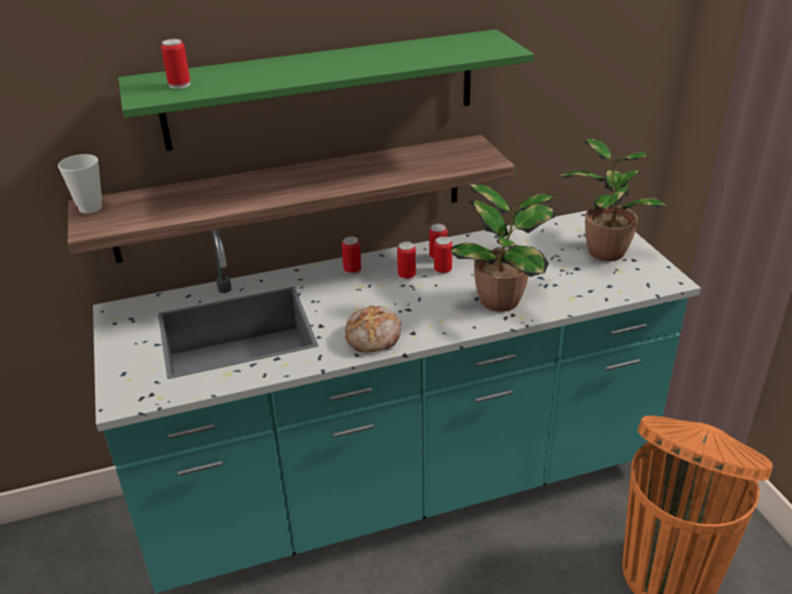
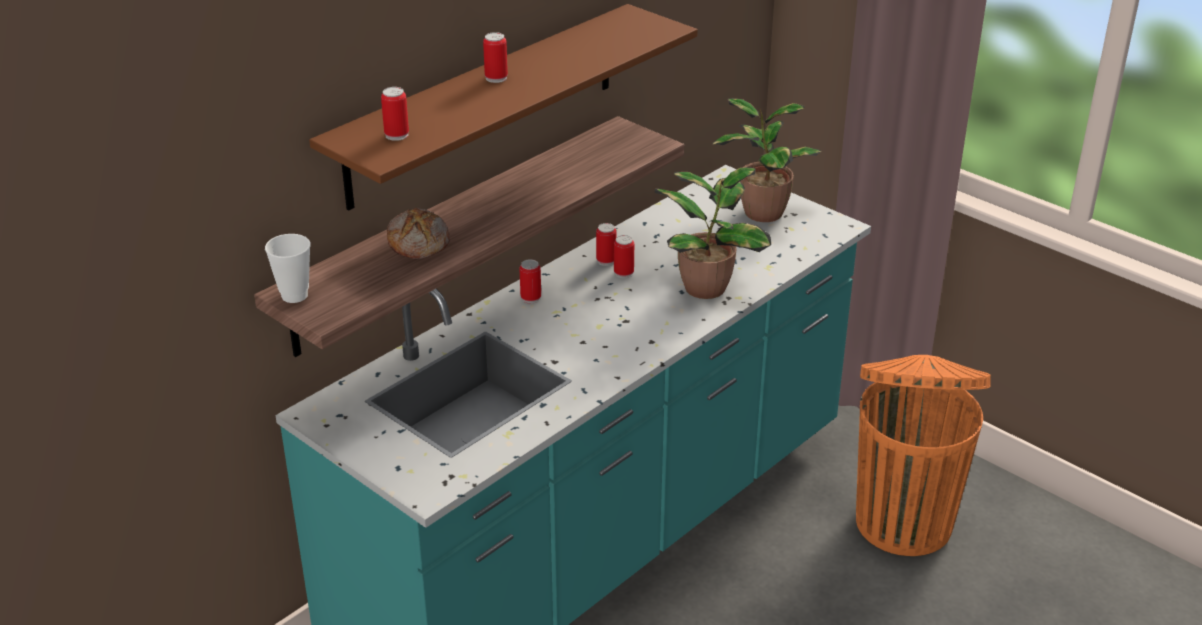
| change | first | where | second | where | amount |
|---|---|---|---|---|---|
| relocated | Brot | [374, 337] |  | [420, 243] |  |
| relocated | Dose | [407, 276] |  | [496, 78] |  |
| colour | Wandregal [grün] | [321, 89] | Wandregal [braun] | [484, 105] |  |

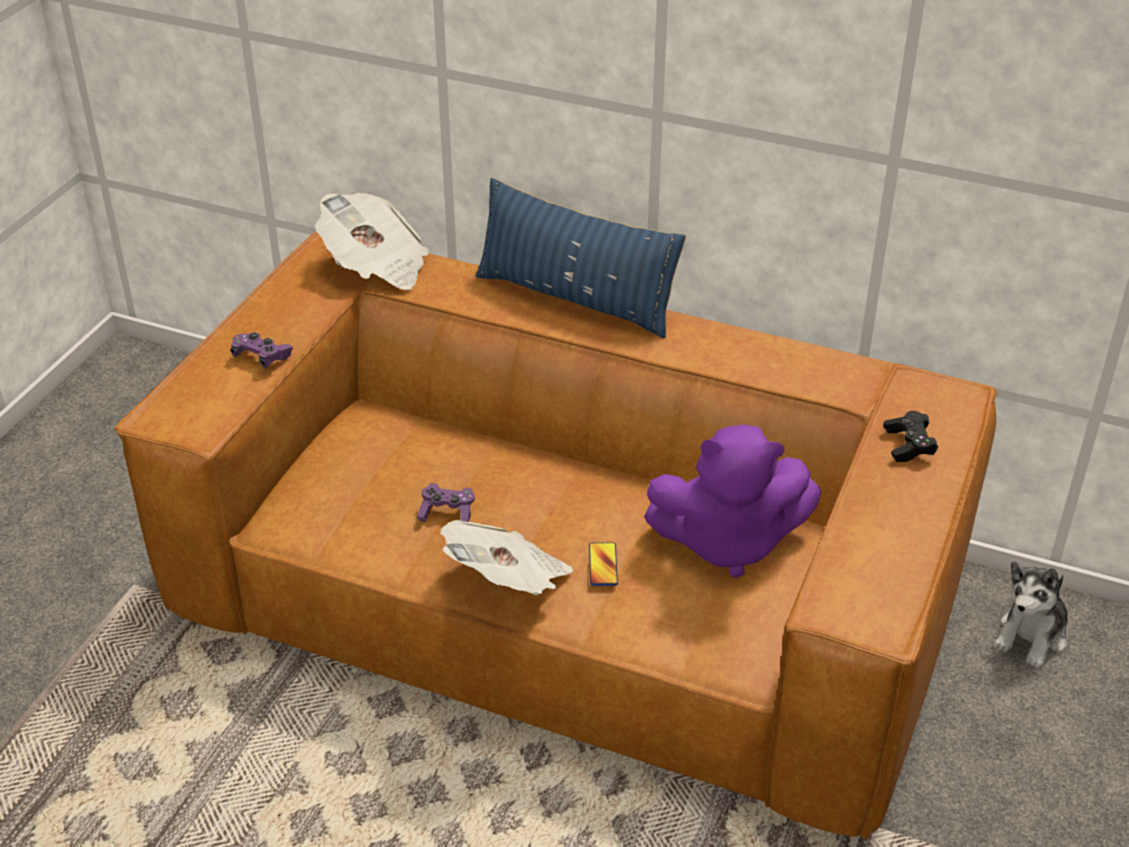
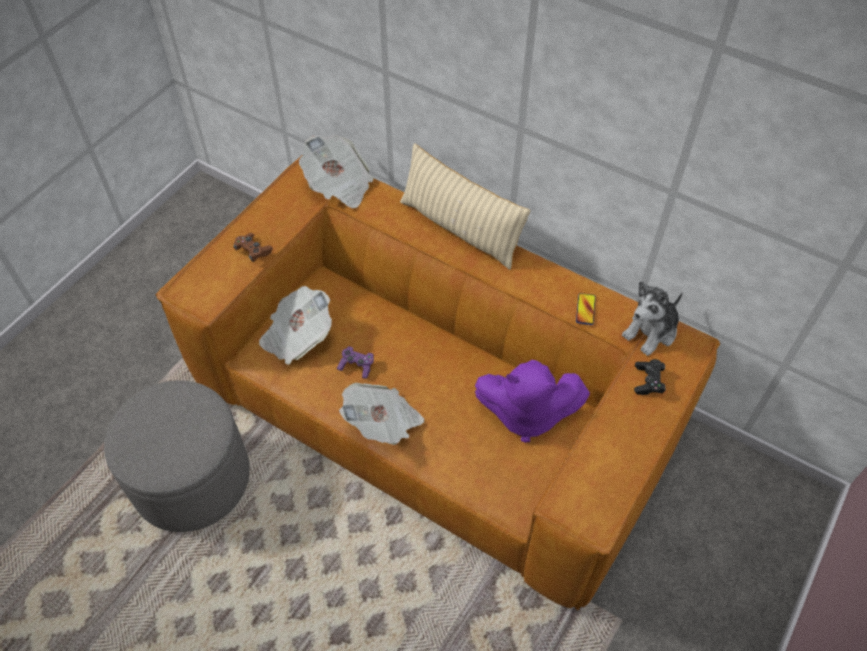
| change | first | where | second | where | amount |
|---|---|---|---|---|---|
| appeared |  |  | Polsterhocker [grau] | [191, 478] |  |
| appeared |  |  | Zeitung | [297, 336] |  |
| relocated | Handy | [603, 565] |  | [585, 309] |  |
| relocated | Plüschtier | [1032, 636] |  | [651, 331] |  |
| colour | Gamepad [lila] | [261, 357] | Gamepad [braun] | [253, 251] |  |
| colour | Kissen [blau] | [575, 298] | Kissen [beige] | [460, 228] |  |

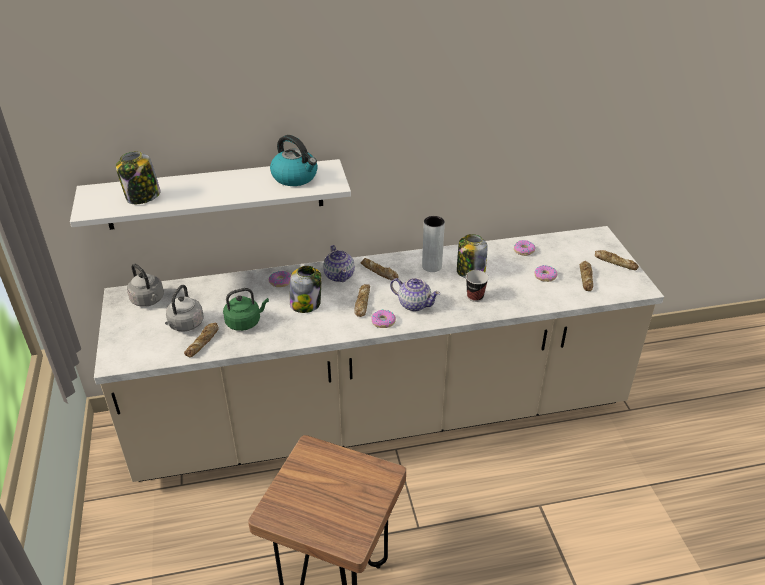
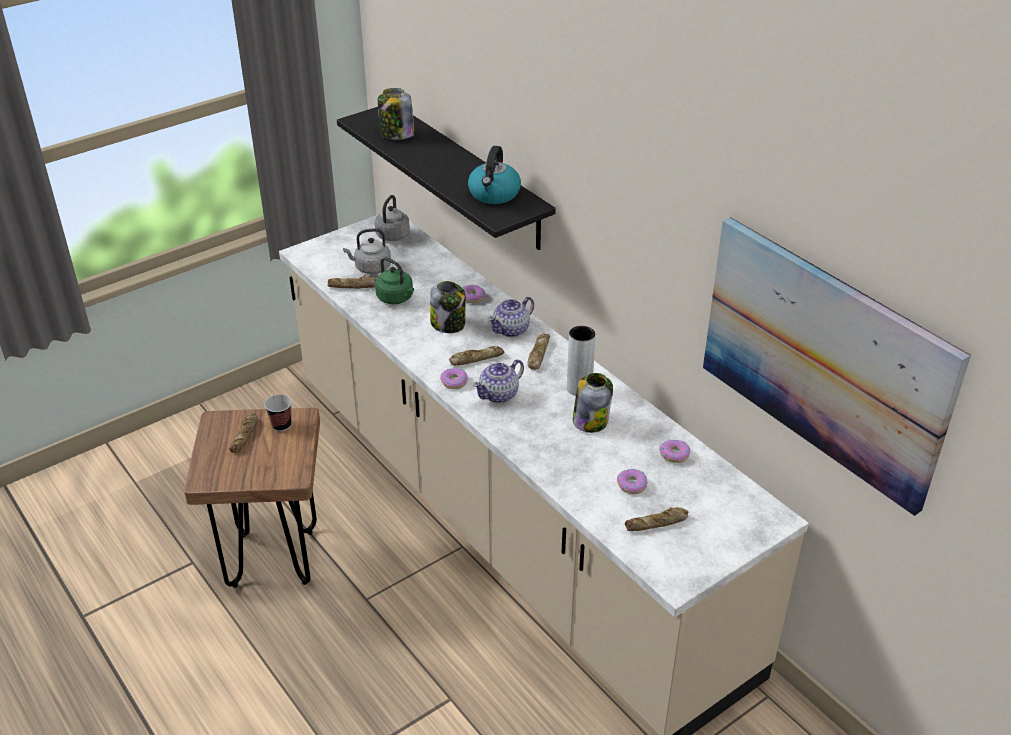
| change | first | where | second | where | amount |
|---|---|---|---|---|---|
| appeared |  |  | Bild | [823, 360] |  |
| relocated | Tasse | [475, 296] |  | [281, 425] |  |
| relocated | Brot | [615, 262] |  | [245, 436] |  |
| colour | Wandregal [weiß] | [215, 194] | Wandregal [schwarz] | [468, 175] |  |
| spun | Teekanne | [414, 304] |  | [499, 394] | 45 degrees clockwise |

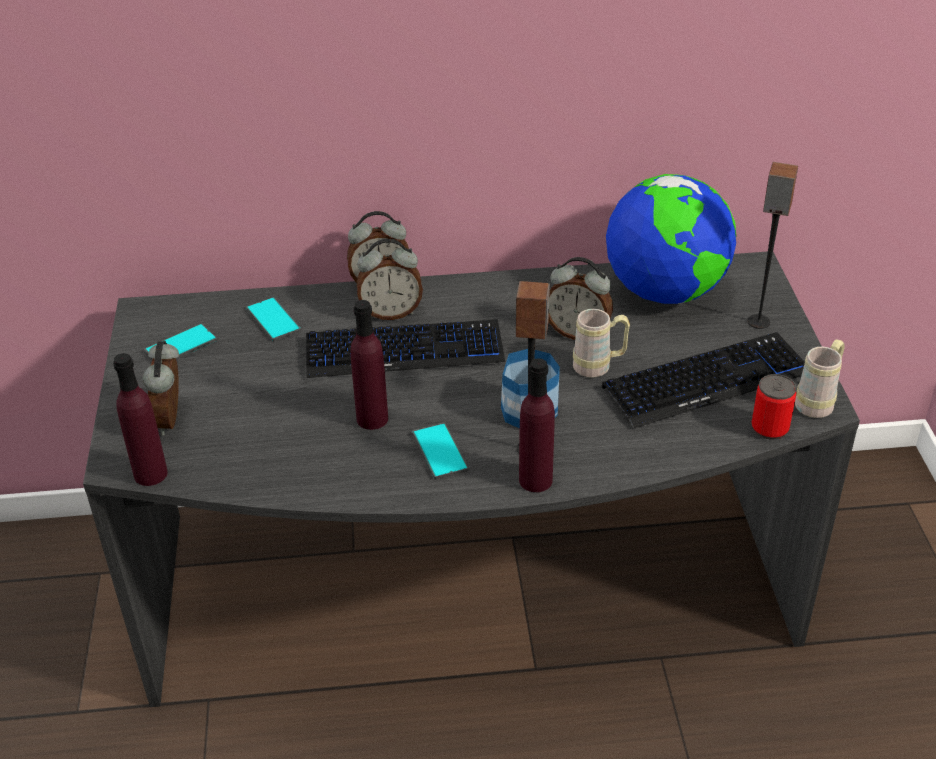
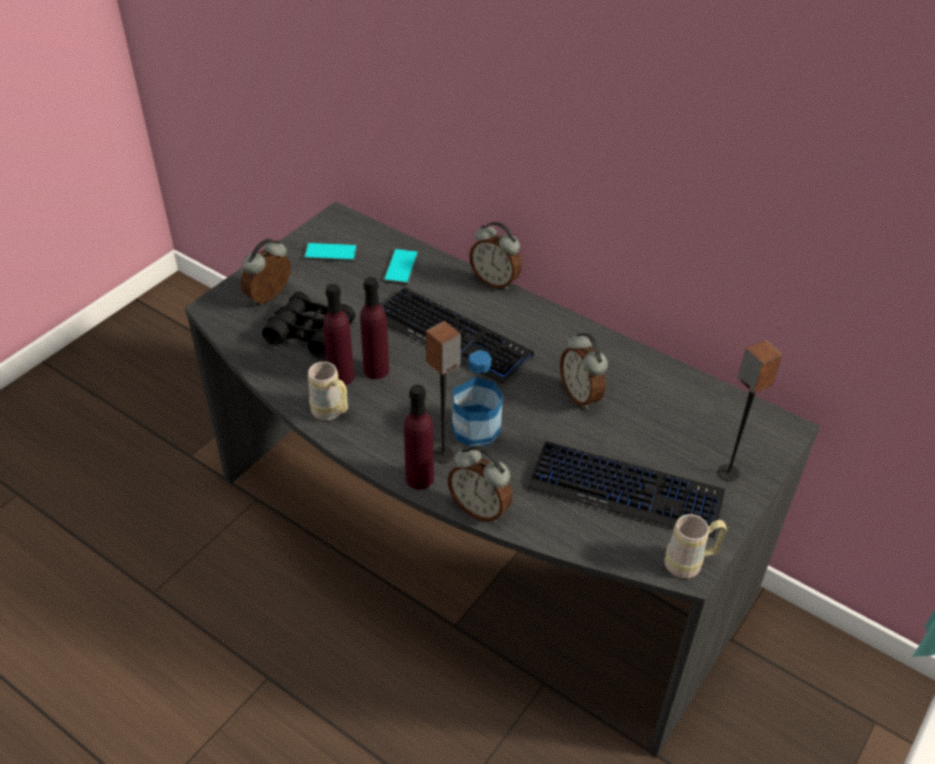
| change | first | where | second | where | amount |
|---|---|---|---|---|---|
| missing | Handy | [439, 451] |  |  |  |
| missing | Globus | [665, 292] |  |  |  |
| missing | Dose | [769, 428] |  |  |  |
| appeared |  |  | Fernglas [schwarz] | [310, 333] |  |
| relocated | Flasche [lila] | [150, 474] |  | [341, 377] |  |
| relocated | Wecker | [391, 313] |  | [480, 508] |  |
| relocated | Henkelbecher [beige] | [599, 367] |  | [331, 413] |  |

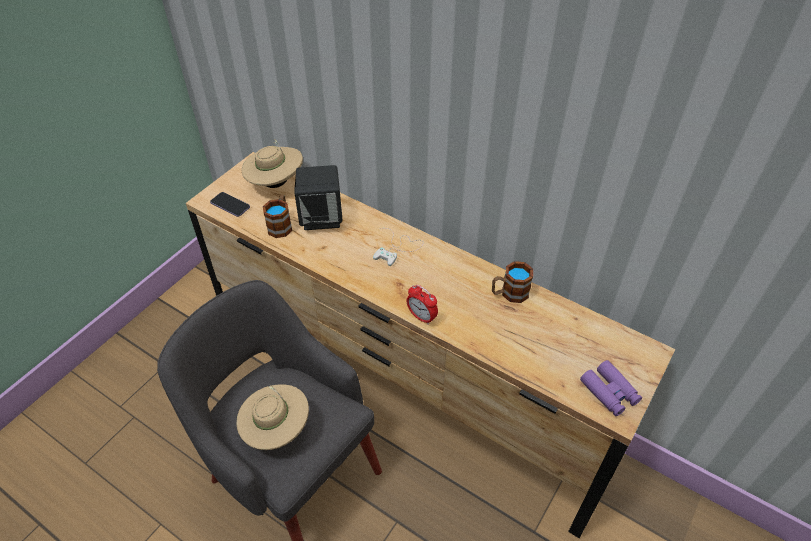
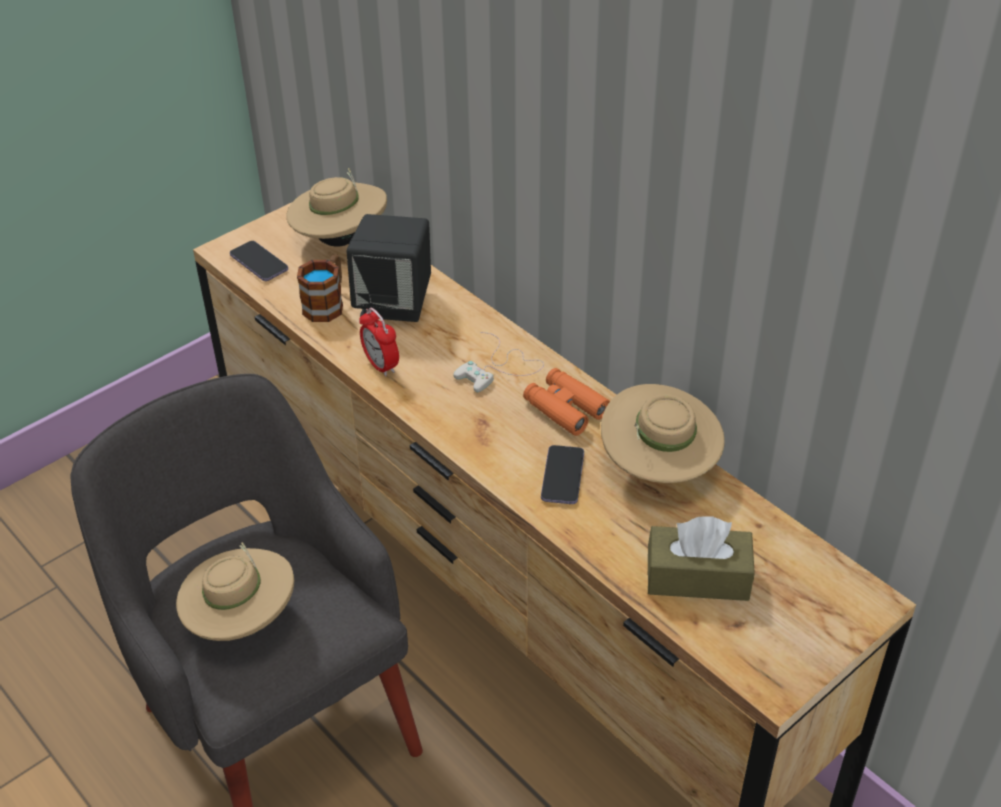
| change | first | where | second | where | amount |
|---|---|---|---|---|---|
| missing | Fernglas [lila] | [609, 392] |  |  |  |
| appeared |  |  | Fernglas [orange] | [565, 408] |  |
| appeared |  |  | Handy | [562, 476] |  |
| appeared |  |  | Taschentuchbox [braun] | [698, 577] |  |
| relocated | Wecker | [421, 317] |  | [381, 365] |  |
| exchanged | Henkelbecher | [509, 293] | Hut [beige] | [659, 467] |  |

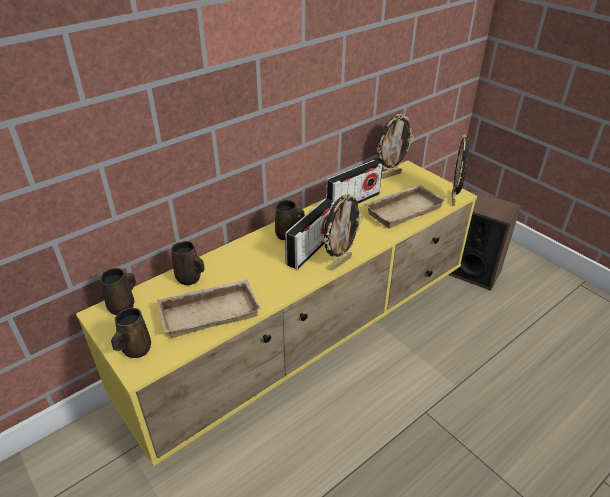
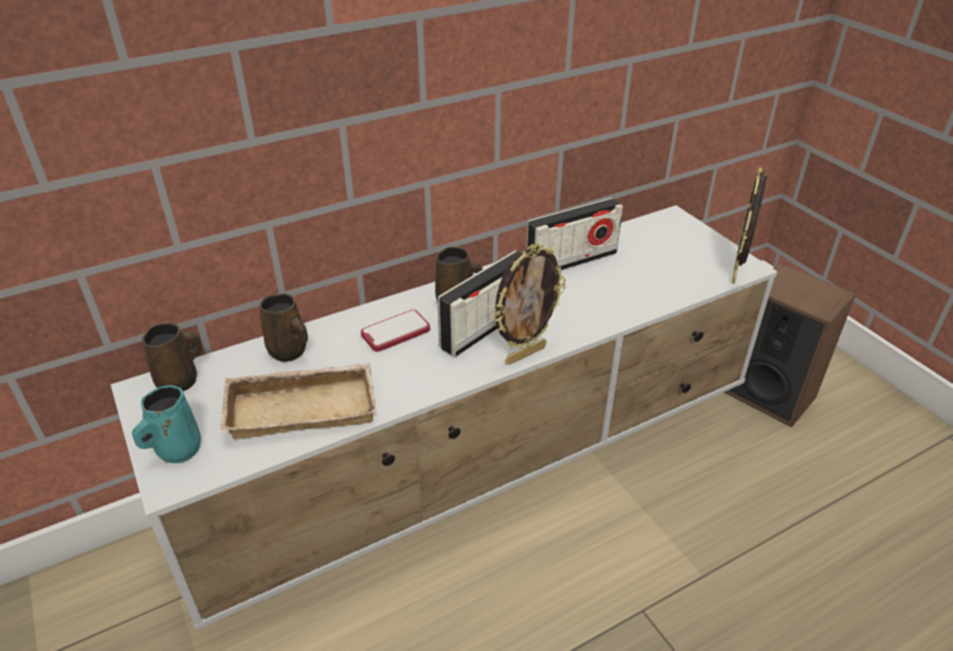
| change | first | where | second | where | amount |
|---|---|---|---|---|---|
| missing | Tablett [beige] | [403, 209] |  |  |  |
| missing | Bilderrahmen | [390, 175] |  |  |  |
| appeared |  |  | Handy | [395, 332] |  |
| colour | Fernsehschrank [gelb] | [306, 339] | Fernsehschrank [weiß] | [479, 467] |  |
| colour | Henkelbecher [braun] | [135, 349] | Henkelbecher [türkis] | [176, 450] |  |

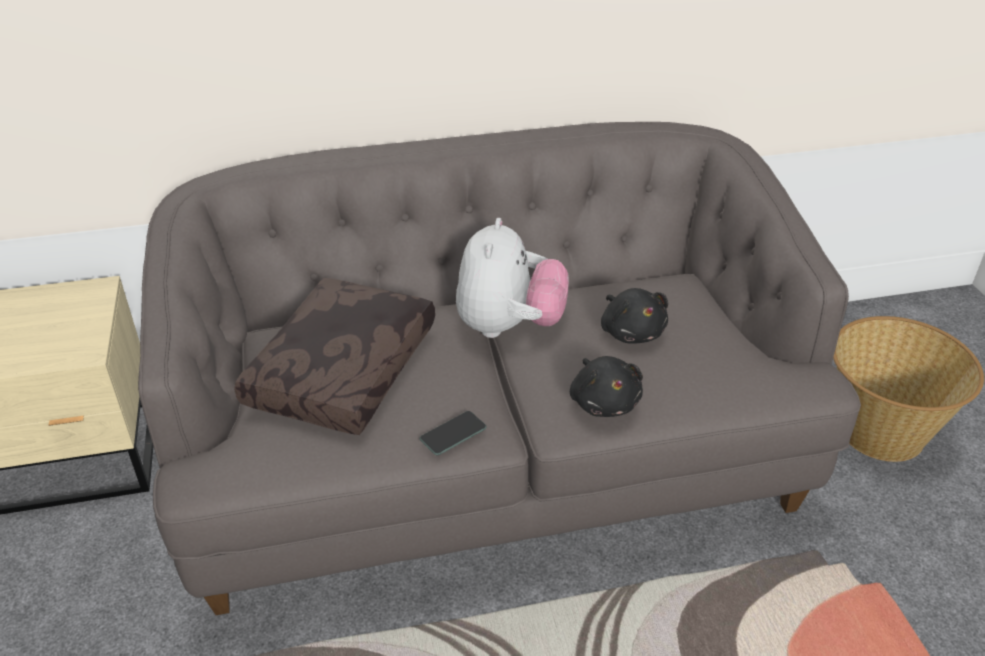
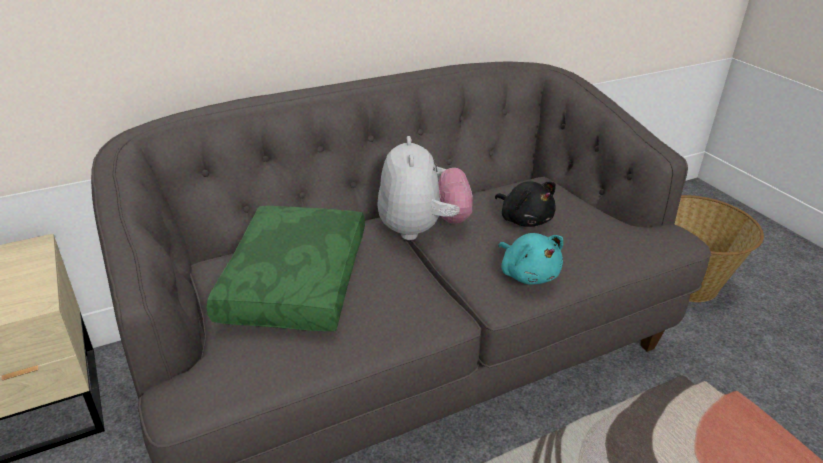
| change | first | where | second | where | amount |
|---|---|---|---|---|---|
| missing | Handy | [453, 434] |  |  |  |
| colour | Kissen [braun] | [345, 372] | Kissen [grün] | [298, 282] |  |
| colour | Plüschtier [schwarz] | [604, 402] | Plüschtier [türkis] | [528, 274] |  |

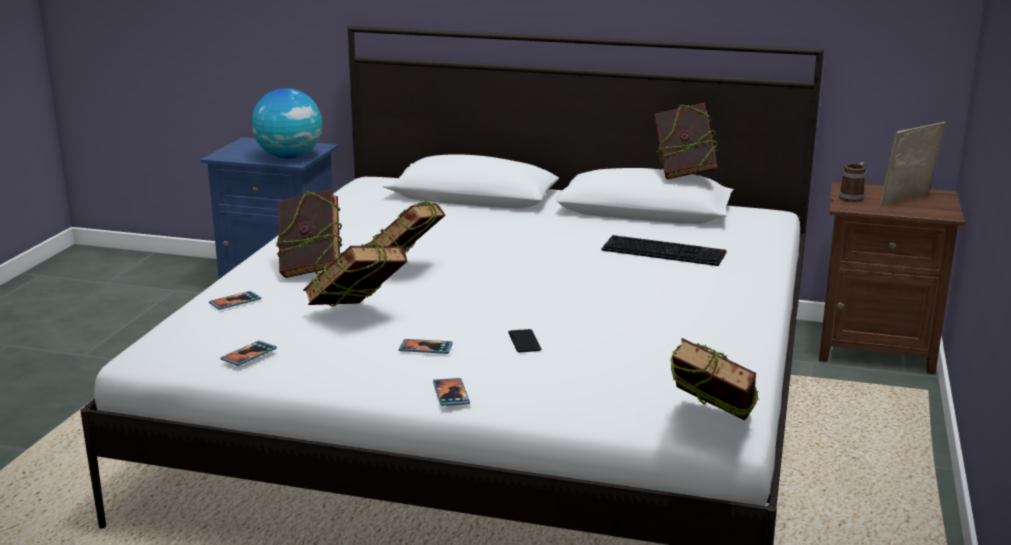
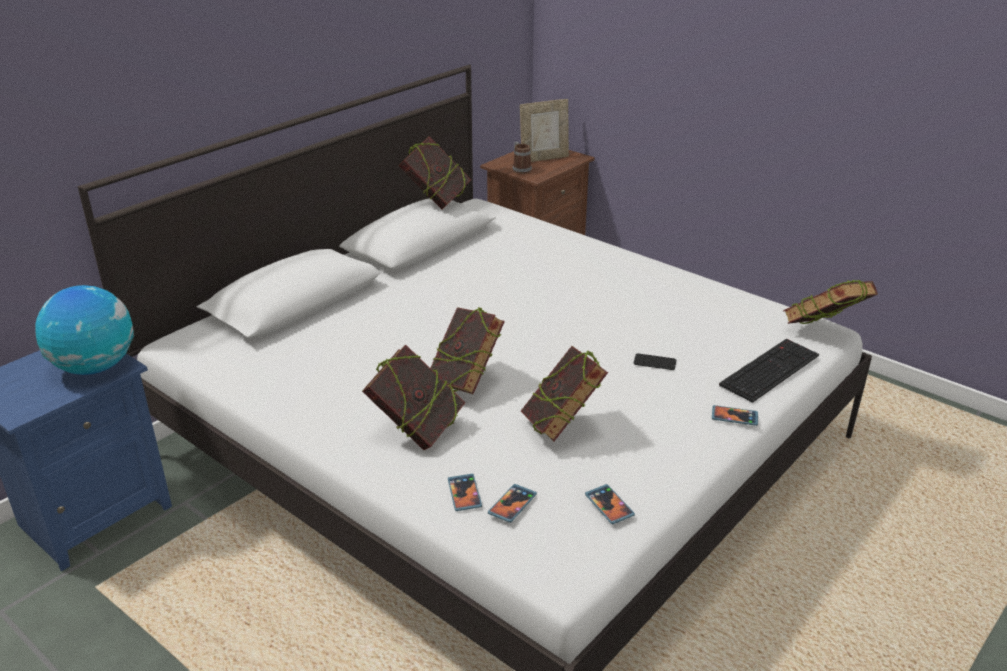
| change | first | where | second | where | amount |
|---|---|---|---|---|---|
| relocated | Handy | [426, 348] |  | [512, 504] |  |
| relocated | Tastatur | [665, 251] |  | [769, 369] |  |
| spun | Bilderrahmen | [907, 201] |  | [544, 158] | 105 degrees counterclockwise |

